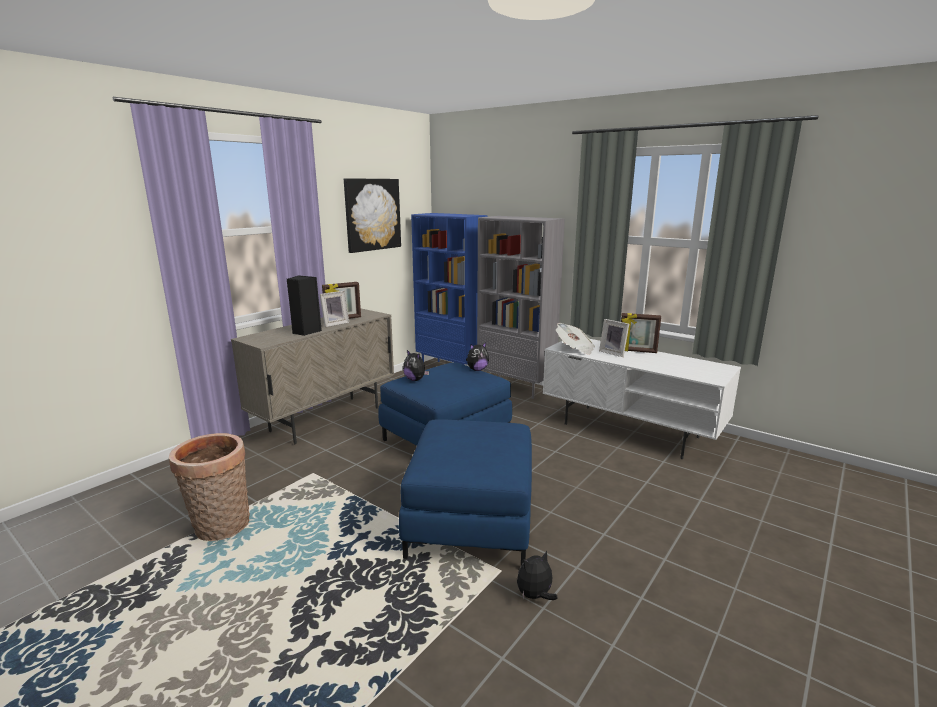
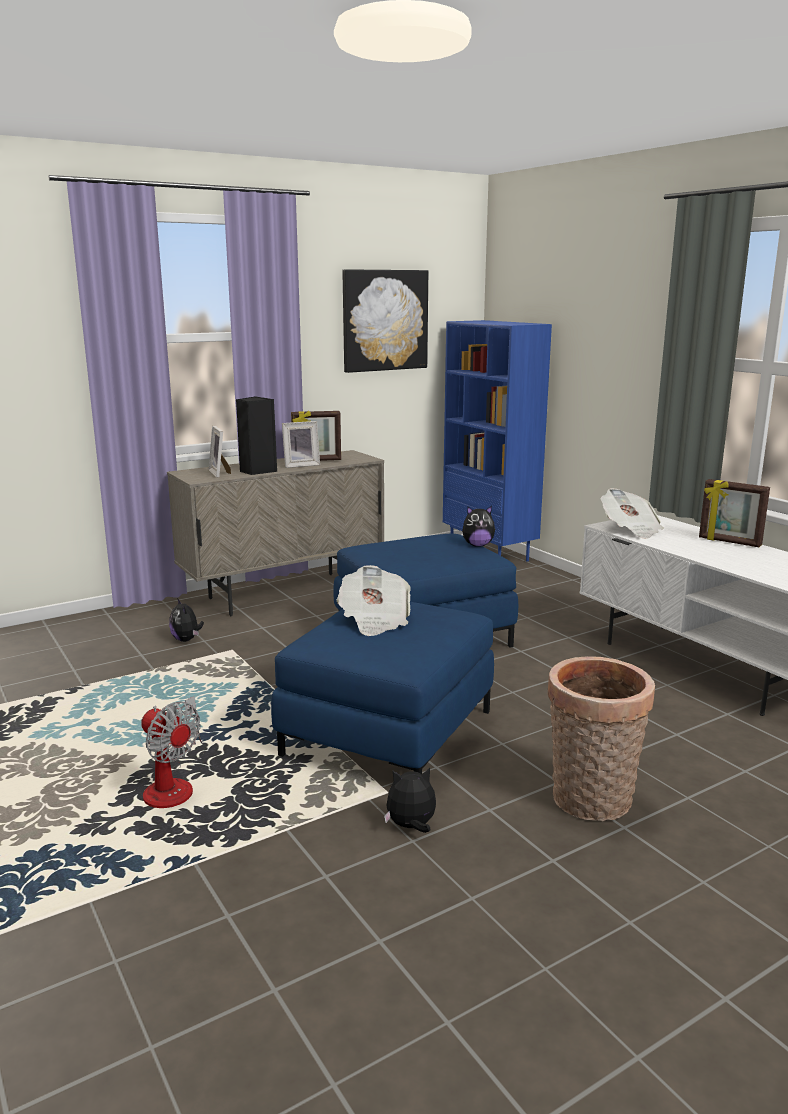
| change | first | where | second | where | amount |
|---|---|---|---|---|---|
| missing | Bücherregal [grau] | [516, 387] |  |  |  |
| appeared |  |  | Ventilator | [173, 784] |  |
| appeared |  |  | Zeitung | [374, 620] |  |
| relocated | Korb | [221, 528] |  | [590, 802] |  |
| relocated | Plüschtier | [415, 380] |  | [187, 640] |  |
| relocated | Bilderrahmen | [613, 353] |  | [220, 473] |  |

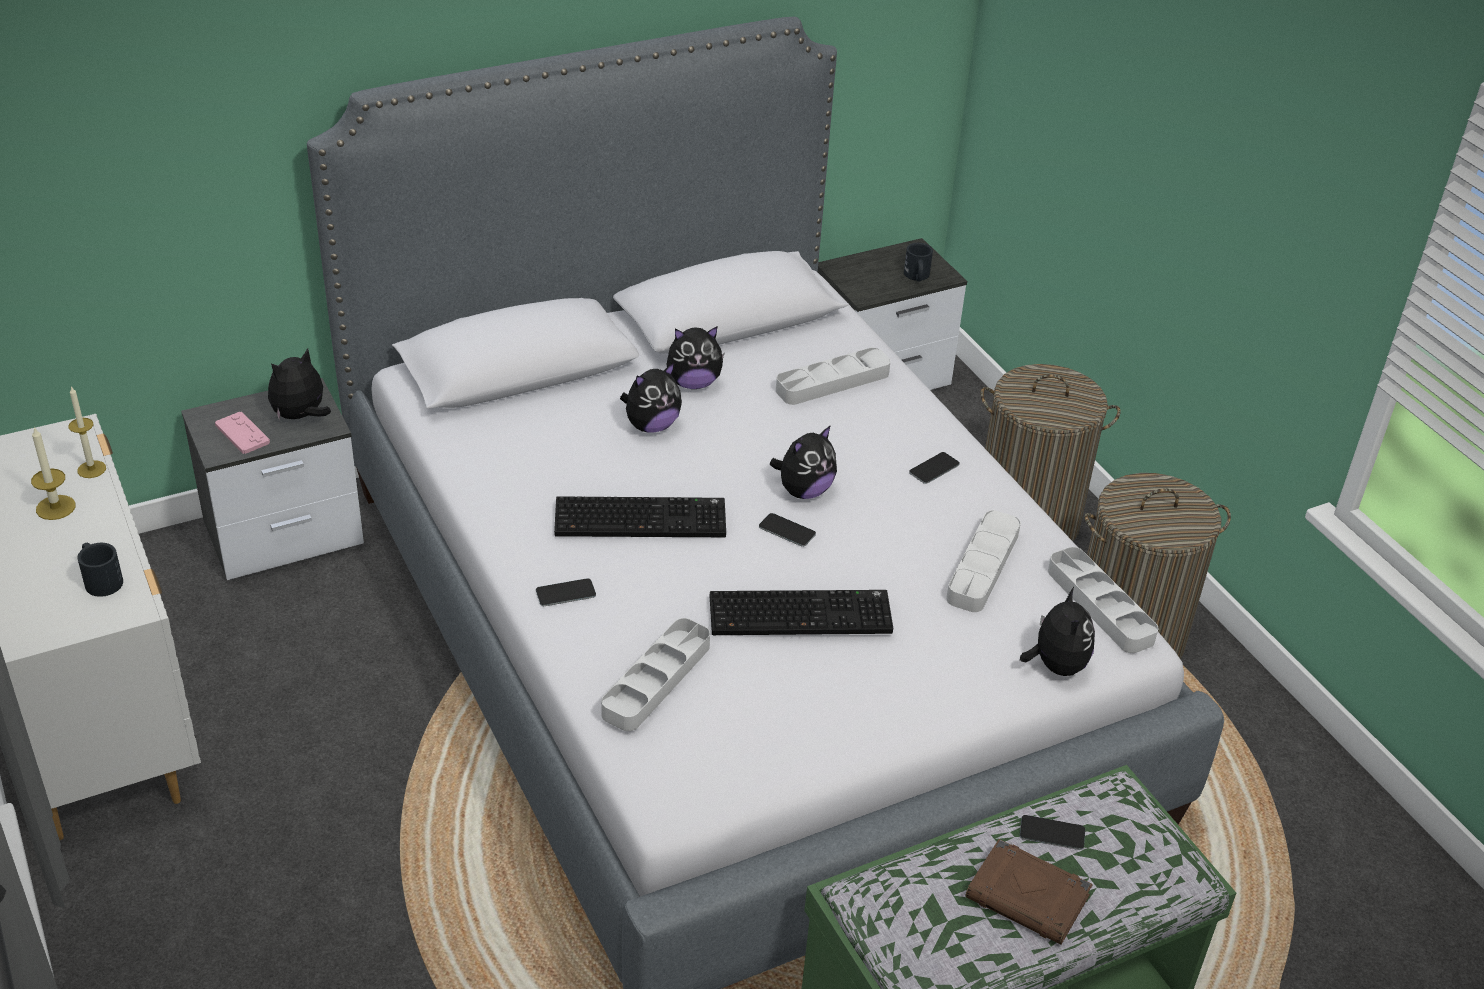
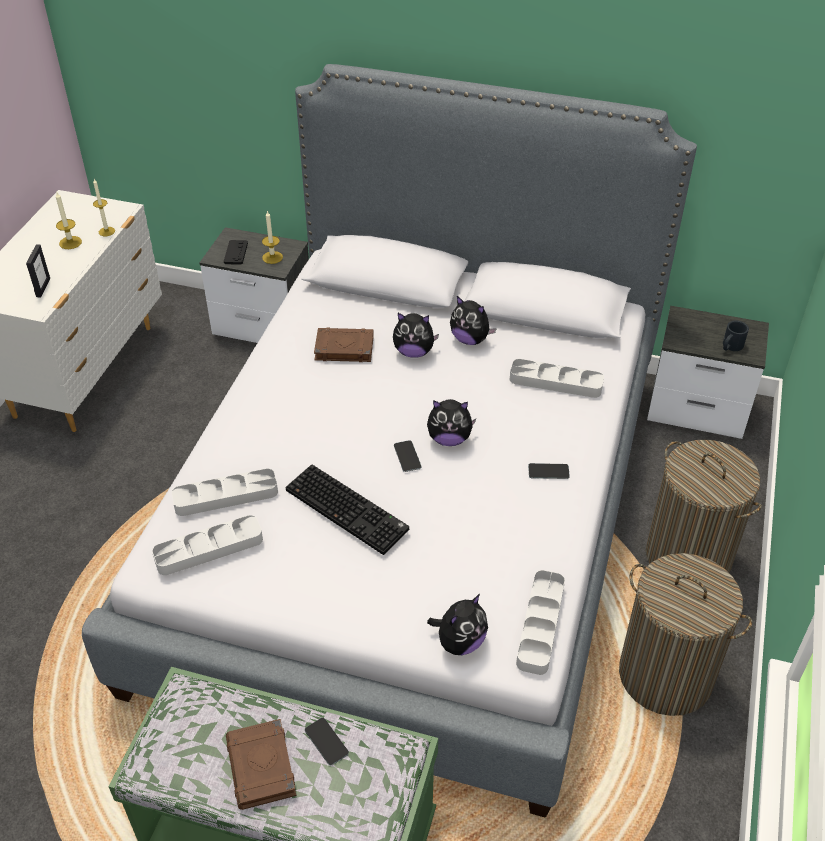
| change | first | where | second | where | amount |
|---|---|---|---|---|---|
| missing | Handy | [565, 593] |  |  |  |
| missing | Tastatur | [642, 518] |  |  |  |
| appeared |  |  | Buch [braun] | [343, 348] |  |
| relocated | Tablett [grau] | [982, 566] |  | [209, 549] |  |
| exchanged | Henkelbecher [schwarz] | [100, 579] | Bilderrahmen | [43, 287] |  |
| exchanged | Plüschtier | [301, 416] | Kerze | [272, 257] |  |
| colour | Gamepad [rosa] | [242, 434] | Gamepad [schwarz] | [236, 253] |  |

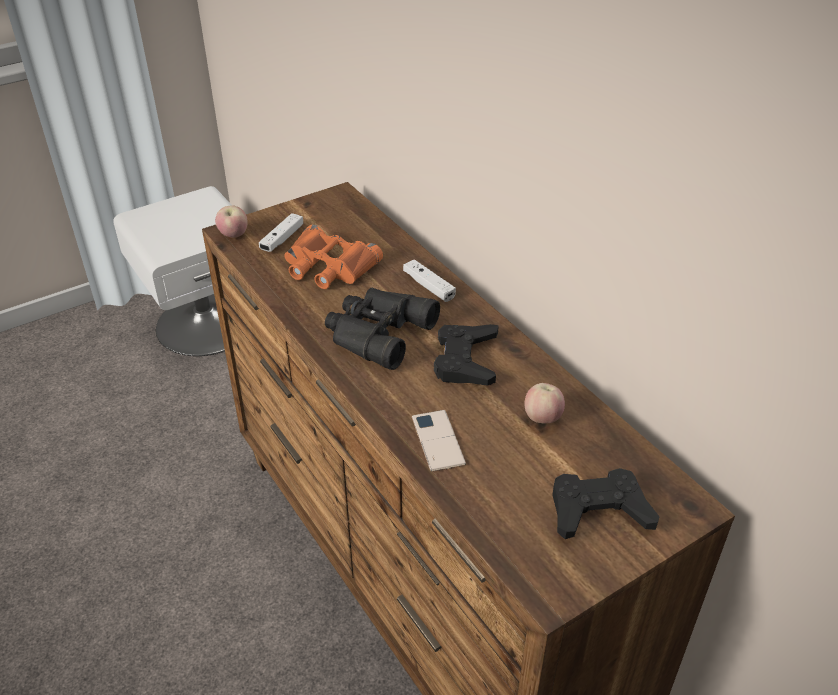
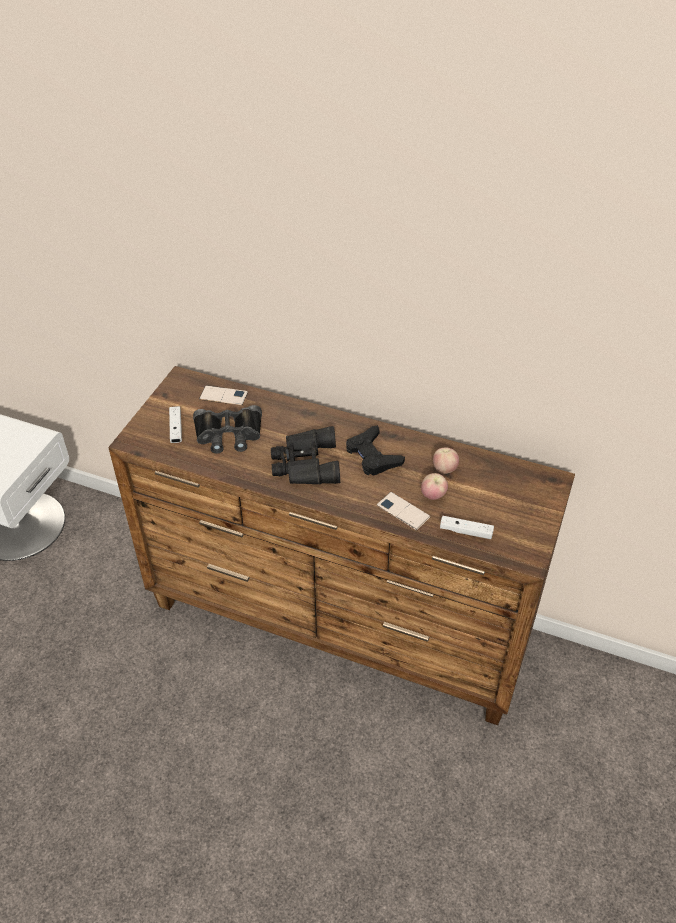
| change | first | where | second | where | amount |
|---|---|---|---|---|---|
| missing | Gamepad [schwarz] | [598, 510] |  |  |  |
| appeared |  |  | Handy | [223, 396] |  |
| relocated | Apfel | [234, 235] |  | [433, 496] |  |
| relocated | Gamepad [weiß] | [429, 286] |  | [466, 531] |  |
| colour | Fernglas [orange] | [328, 266] | Fernglas [schwarz] | [228, 434] |  |

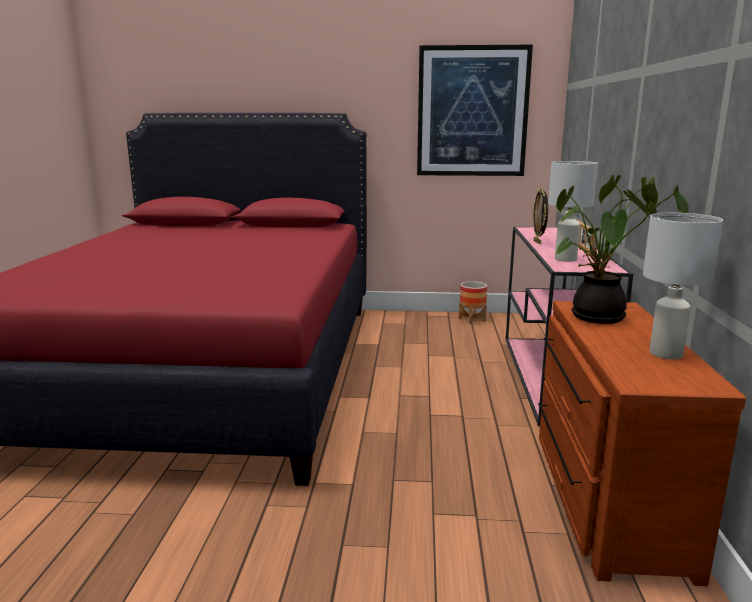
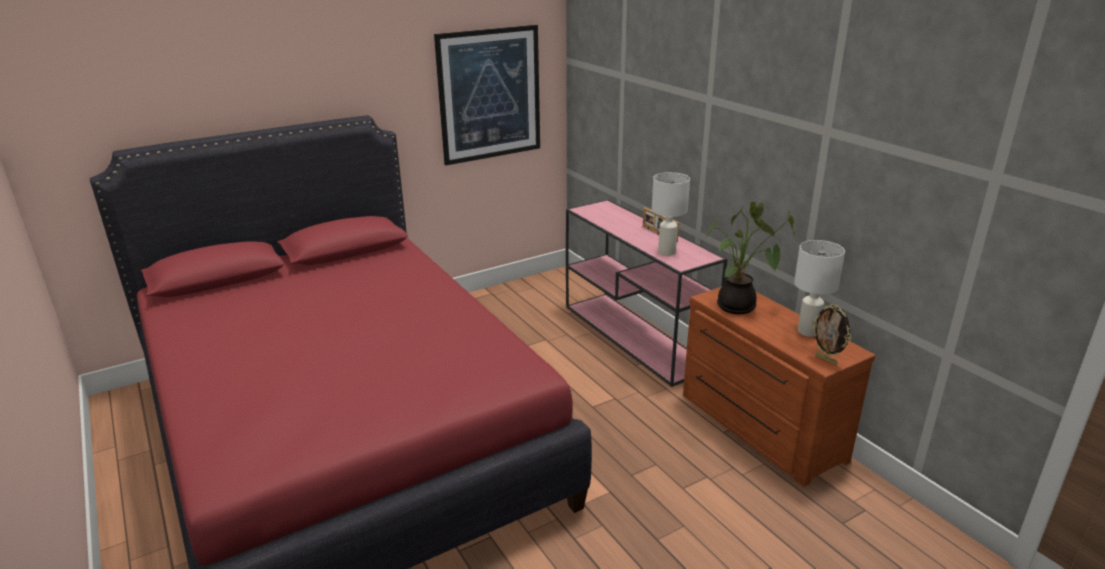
| change | first | where | second | where | amount |
|---|---|---|---|---|---|
| missing | Pflanzkübel | [472, 319] |  |  |  |
| relocated | Bilderrahmen | [538, 242] |  | [826, 360] |  |

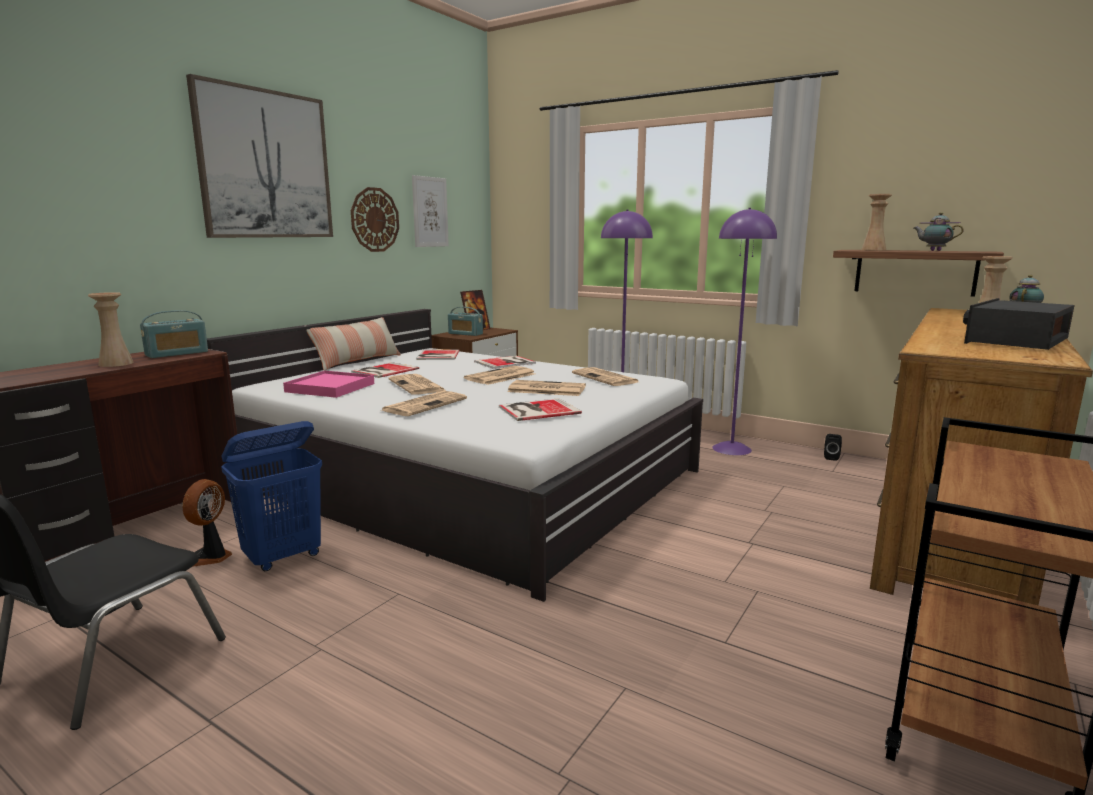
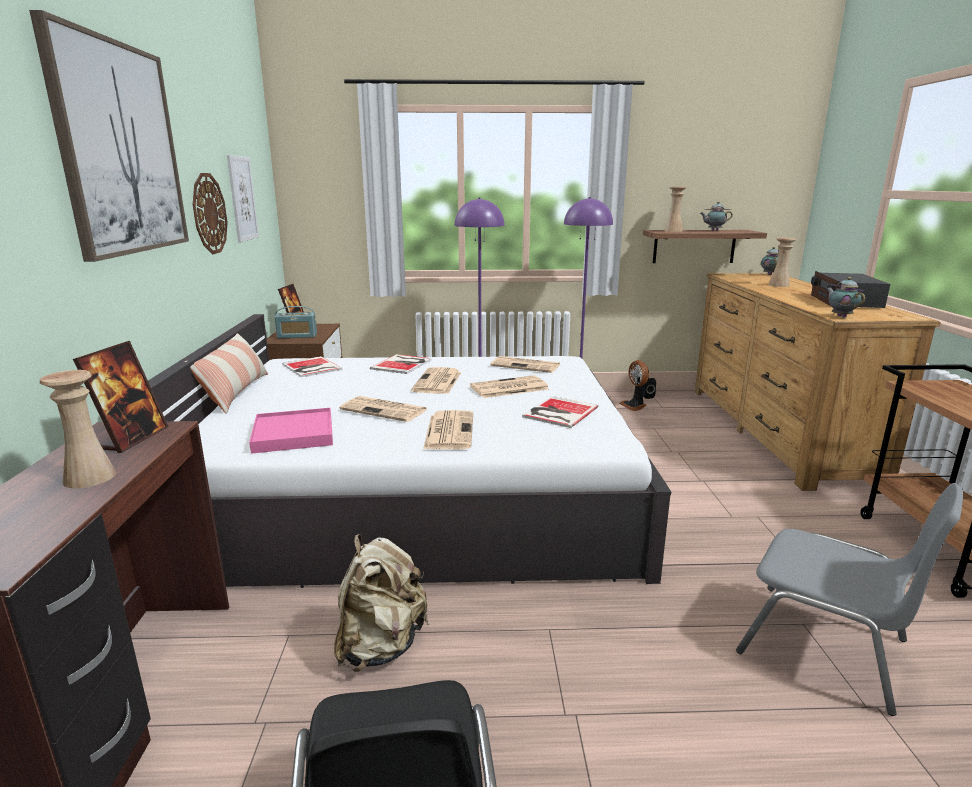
| change | first | where | second | where | amount |
|---|---|---|---|---|---|
| missing | Buch | [383, 370] |  |  |  |
| appeared |  |  | Stuhl [grau] | [825, 647] |  |
| appeared |  |  | Teekanne | [840, 316] |  |
| relocated | Ventilator | [209, 557] |  | [634, 406] |  |
| exchanged | Radio | [177, 353] | Bilderrahmen | [132, 439] |  |
| exchanged | Wäschekorb [blau] | [283, 557] | Rucksack [beige] | [381, 645] |  |

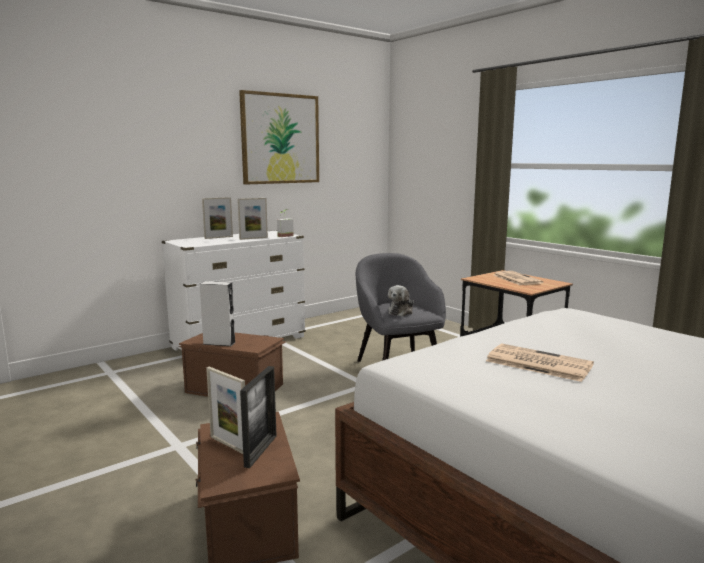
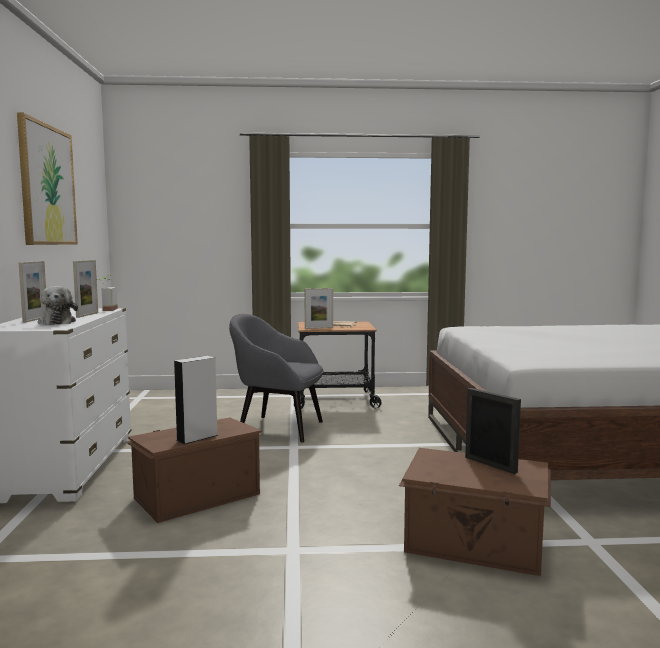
| change | first | where | second | where | amount |
|---|---|---|---|---|---|
| missing | Zeitung | [537, 363] |  |  |  |
| relocated | Bilderrahmen | [228, 445] |  | [319, 328] |  |
| relocated | Plüschtier | [401, 311] |  | [57, 322] |  |

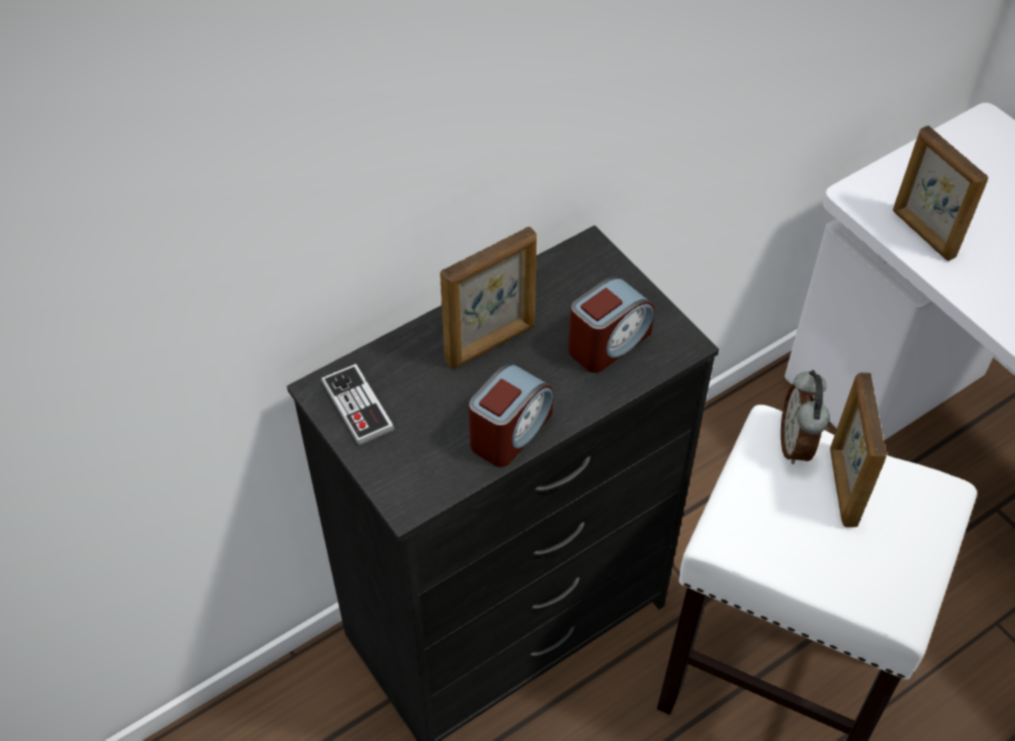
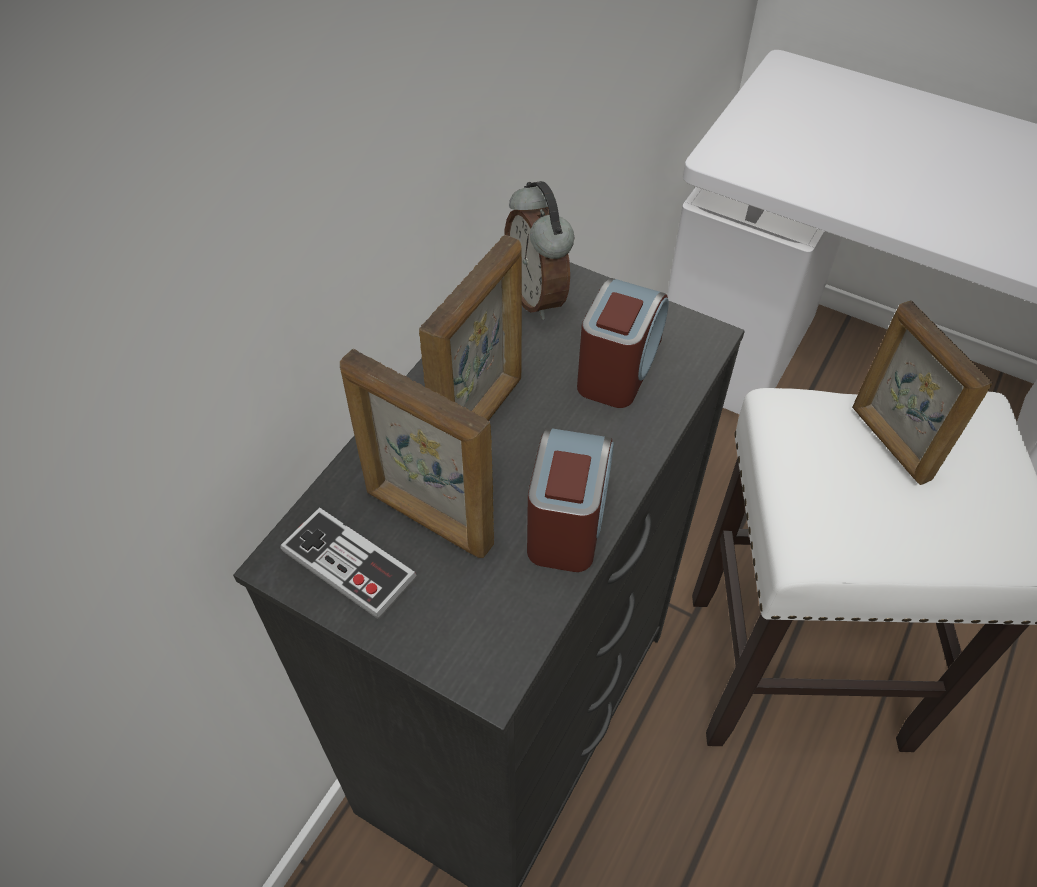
| change | first | where | second | where | amount |
|---|---|---|---|---|---|
| relocated | Wecker | [797, 444] |  | [538, 296] |  |
| relocated | Bilderrahmen | [922, 234] |  | [428, 519] |  |

